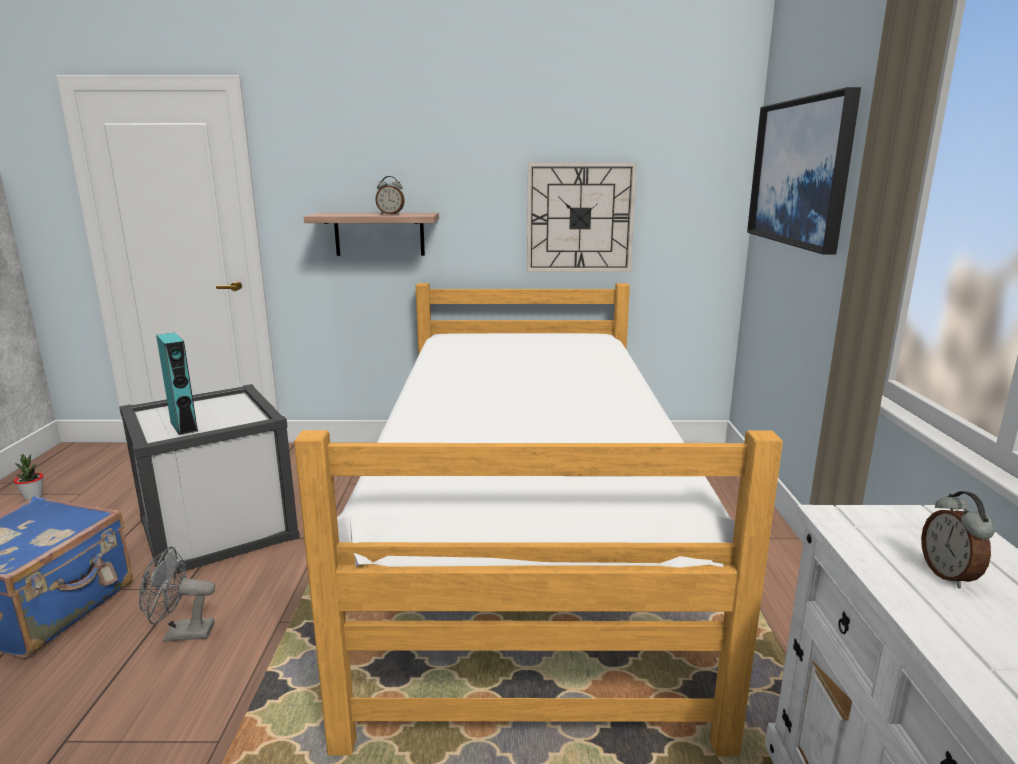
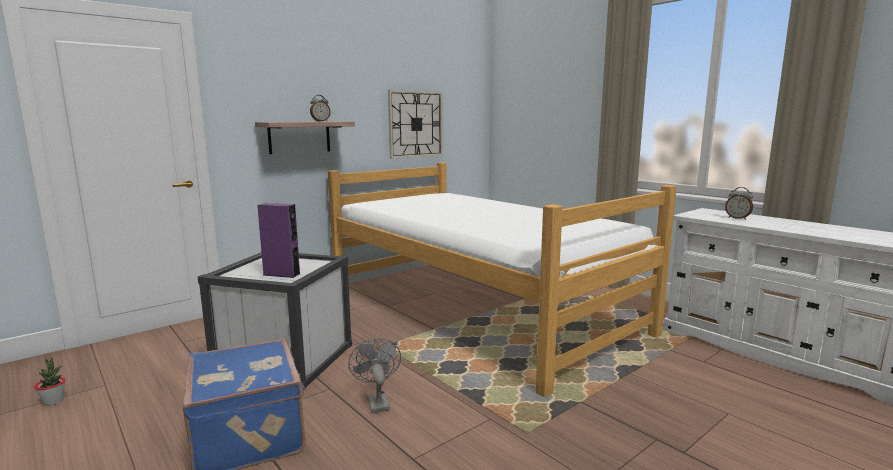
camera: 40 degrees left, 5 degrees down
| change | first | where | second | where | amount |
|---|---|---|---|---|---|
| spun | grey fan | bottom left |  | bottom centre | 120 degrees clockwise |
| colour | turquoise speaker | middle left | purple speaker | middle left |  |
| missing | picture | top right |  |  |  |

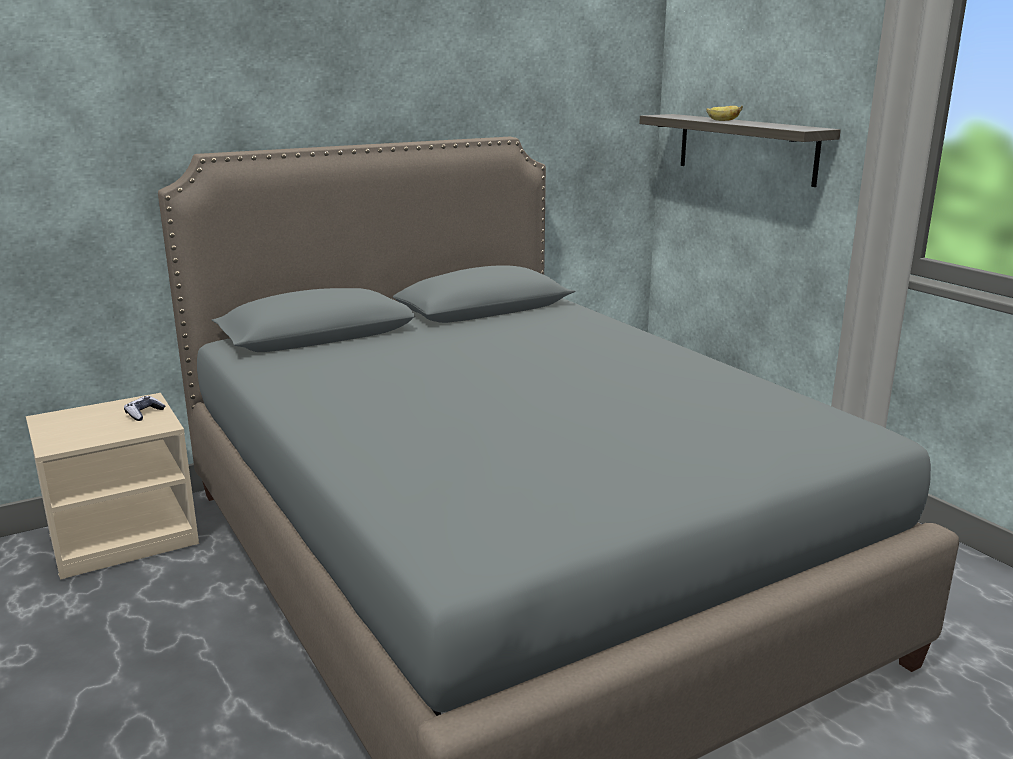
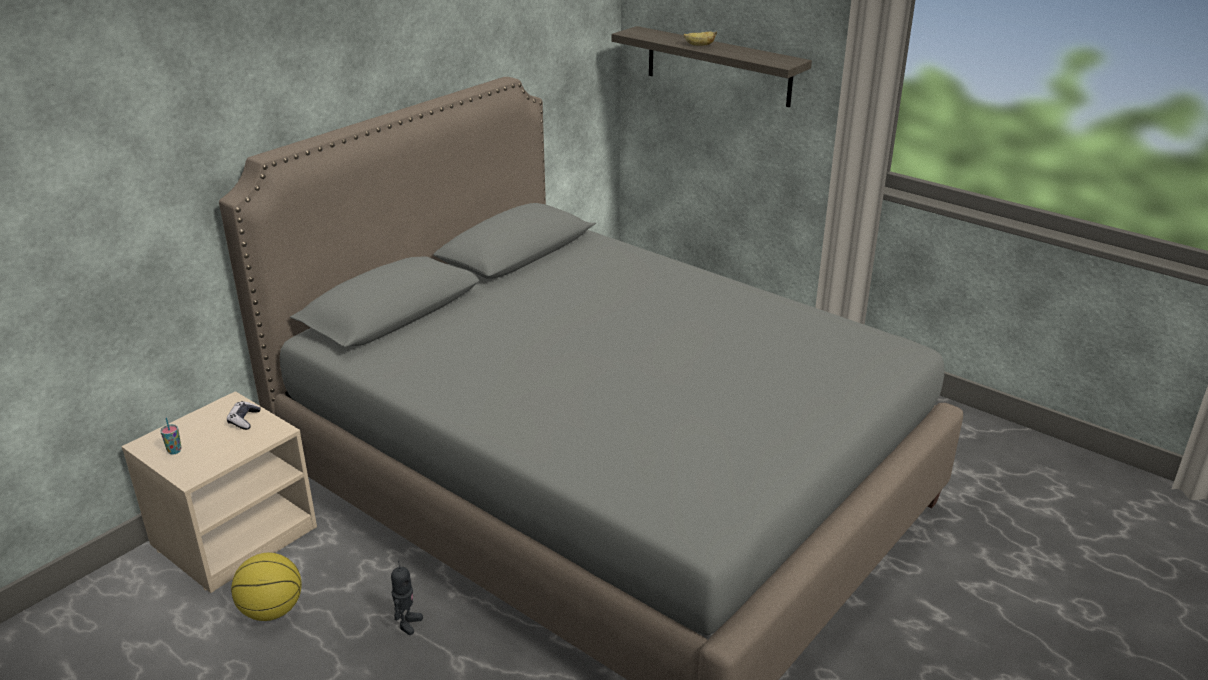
camera: 20 degrees left, 10 degrees up
| change | first | where | second | where | amount |
|---|---|---|---|---|---|
| appeared |  |  | cup | middle left |  |
| appeared |  |  | basketball | bottom left |  |
| appeared |  |  | toy robot | bottom centre |  |

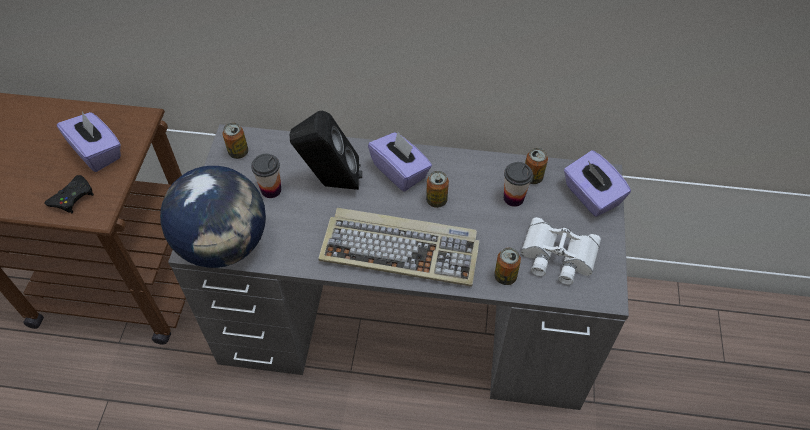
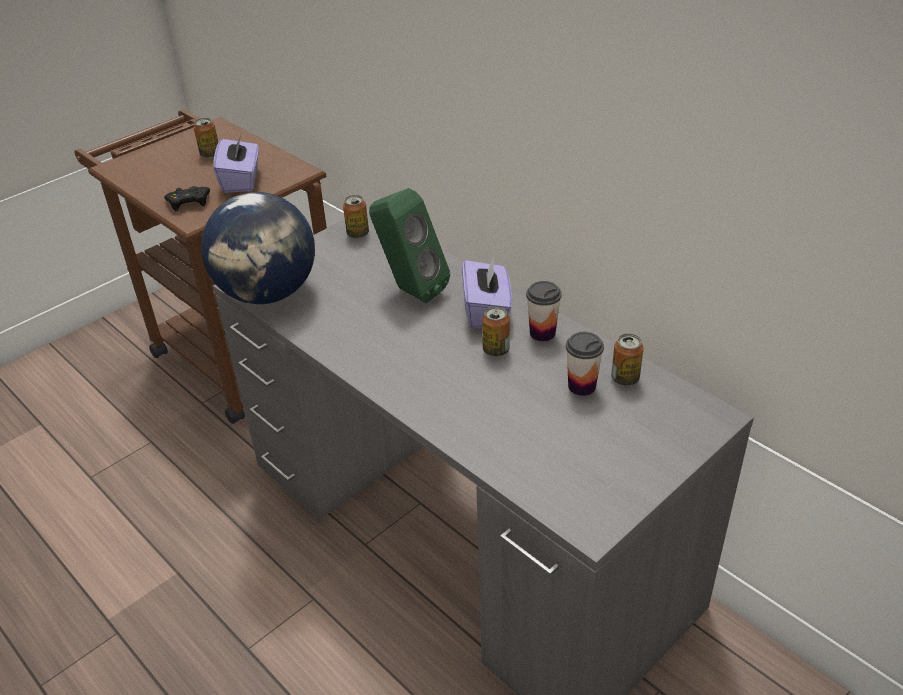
camera: 40 degrees right, 15 degrees down
| change | first | where | second | where | amount |
|---|---|---|---|---|---|
| relocated | cup (no. 1 from left) | middle left |  | centre |  |
| colour | black speaker | centre | green speaker | centre |  |
| missing | keyboard | centre |  |  |  |
| relocated | can (no. 3 from left in the first image) | centre | can (no. 1 from left) | top left |  |
| missing | white binoculars | middle right |  |  |  |
| missing | purple tissue box (no. 3 from left) | middle right |  |  |  |

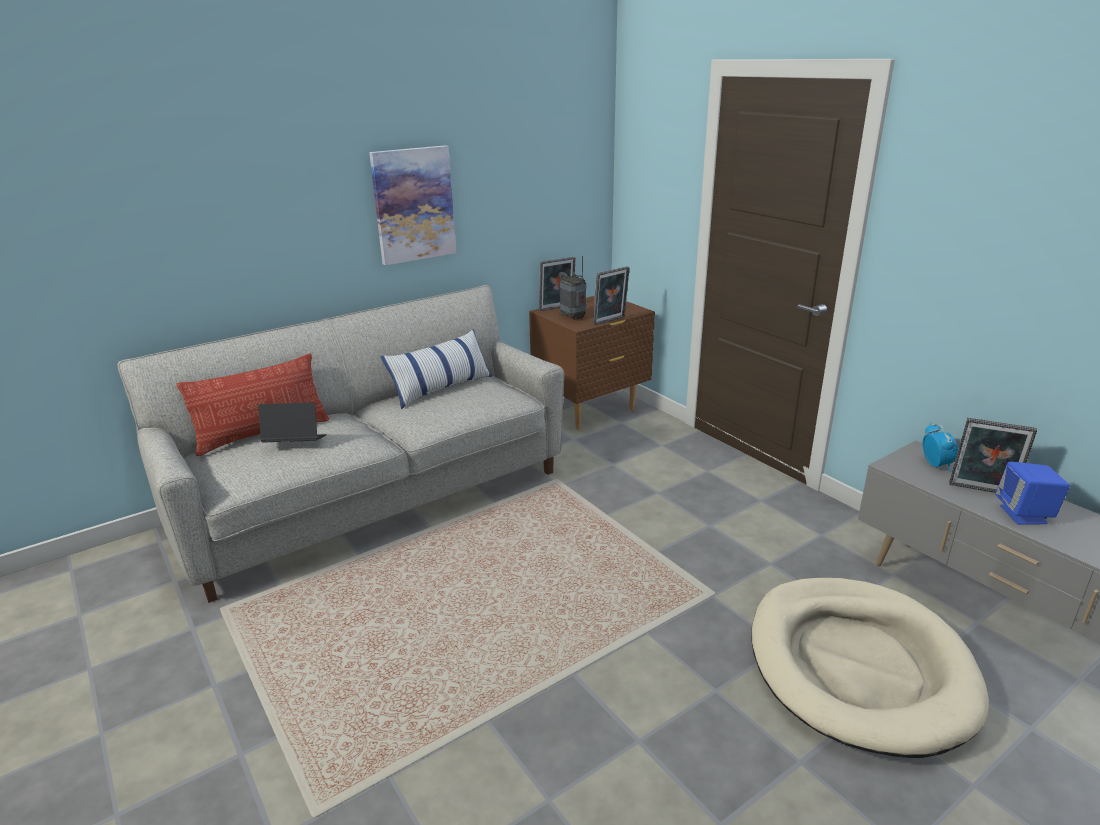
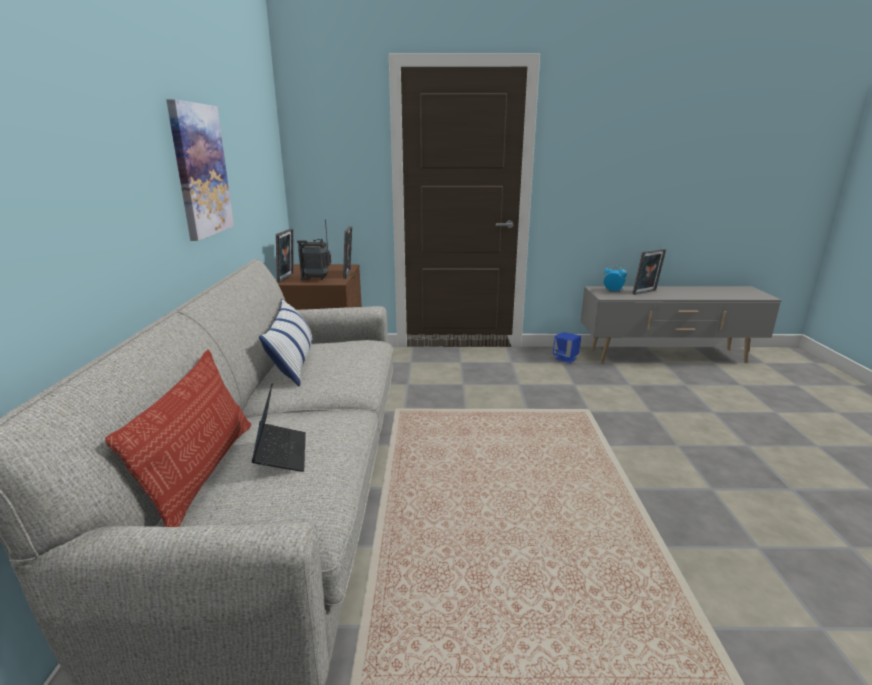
camera: 55 degrees left, 5 degrees down
| change | first | where | second | where | amount |
|---|---|---|---|---|---|
| spun | laptop | middle left |  | middle left | 135 degrees clockwise |
| missing | beige dog bed | bottom right |  |  |  |
| relocated | blue speaker | middle right |  | centre |  |

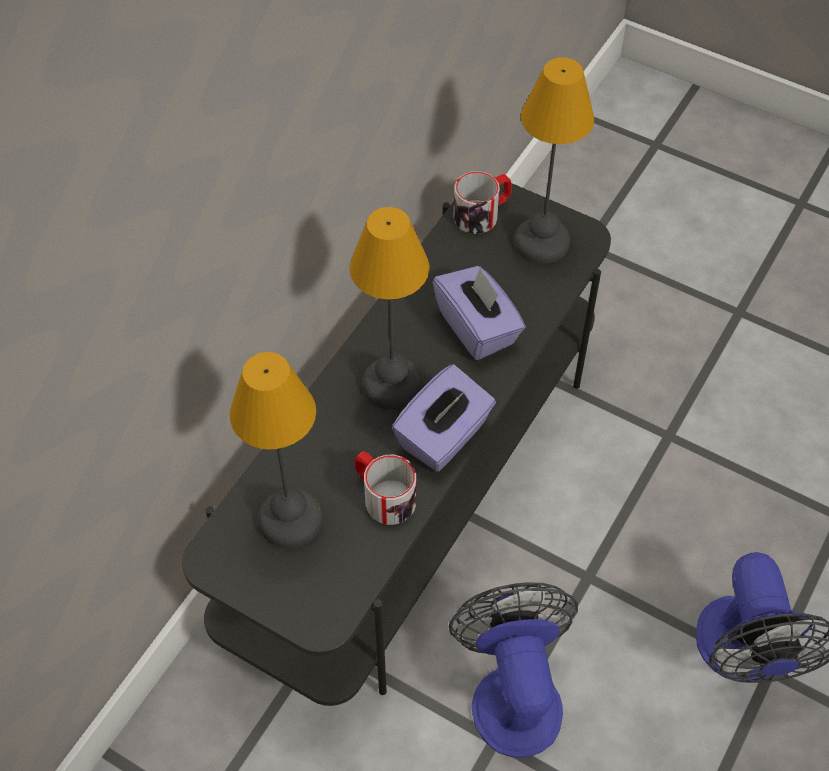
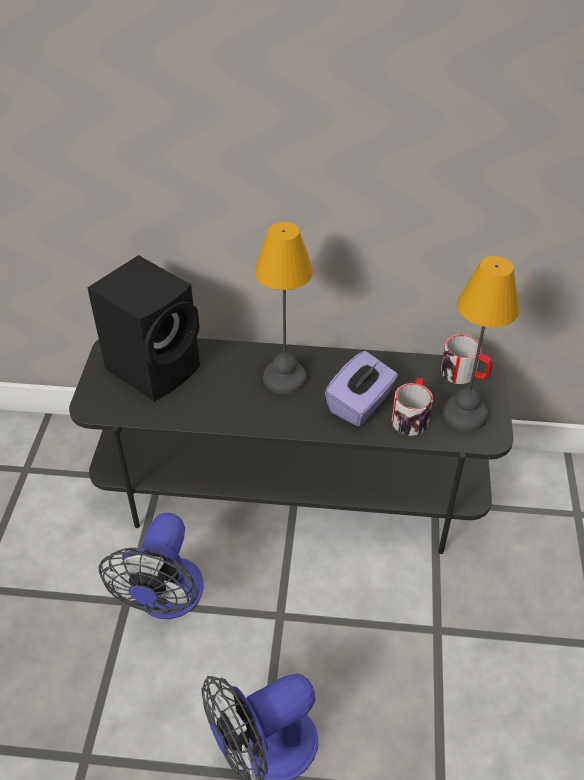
camera: 65 degrees right, 10 degrees down
| change | first | where | second | where | amount |
|---|---|---|---|---|---|
| exchanged | table lamp (no. 1 from left) | middle left | black speaker | middle left |  |
| relocated | mug (no. 1 from left) | centre |  | middle right |  |
| missing | purple tissue box (no. 1 from left) | centre |  |  |  |
| spun | fan (no. 1 from left) | bottom centre |  | bottom left | 135 degrees clockwise |

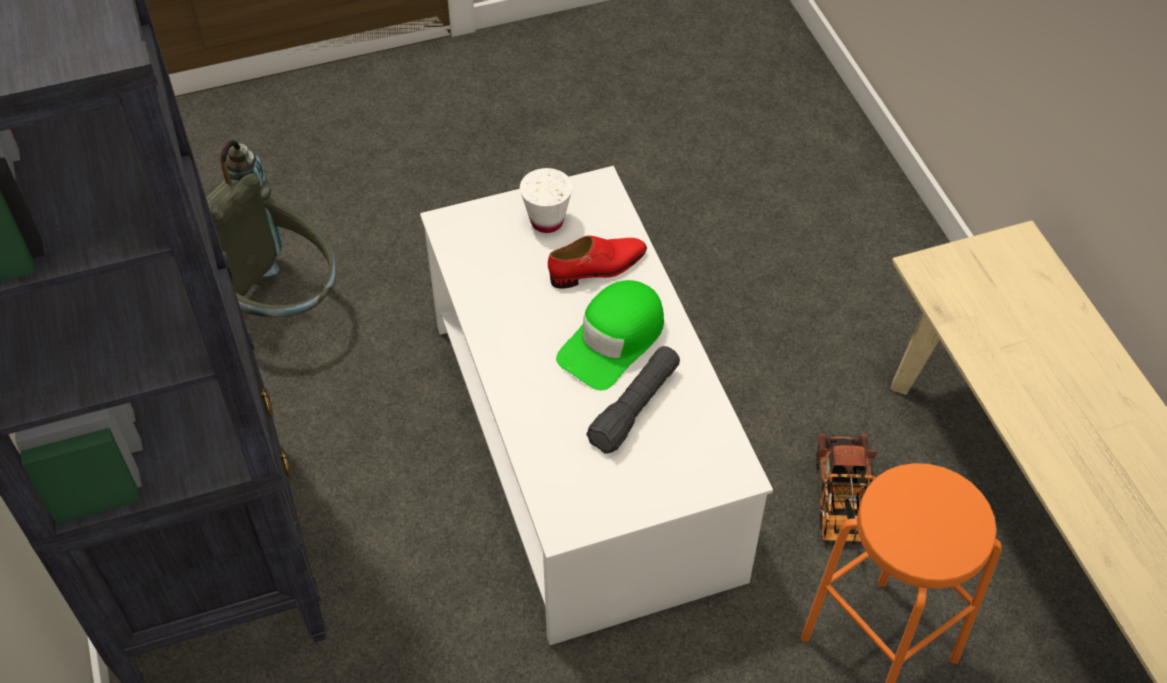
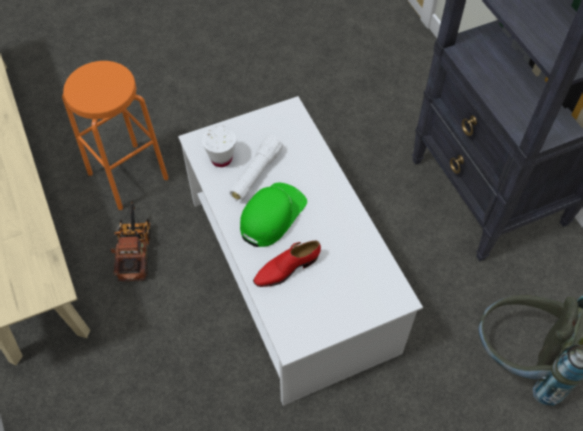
camera: 175 degrees right, 5 degrees up
| change | first | where | second | where | amount |
|---|---|---|---|---|---|
| relocated | white cup | top centre |  | centre |  |
| colour | black flashlight | centre | white flashlight | centre |  |

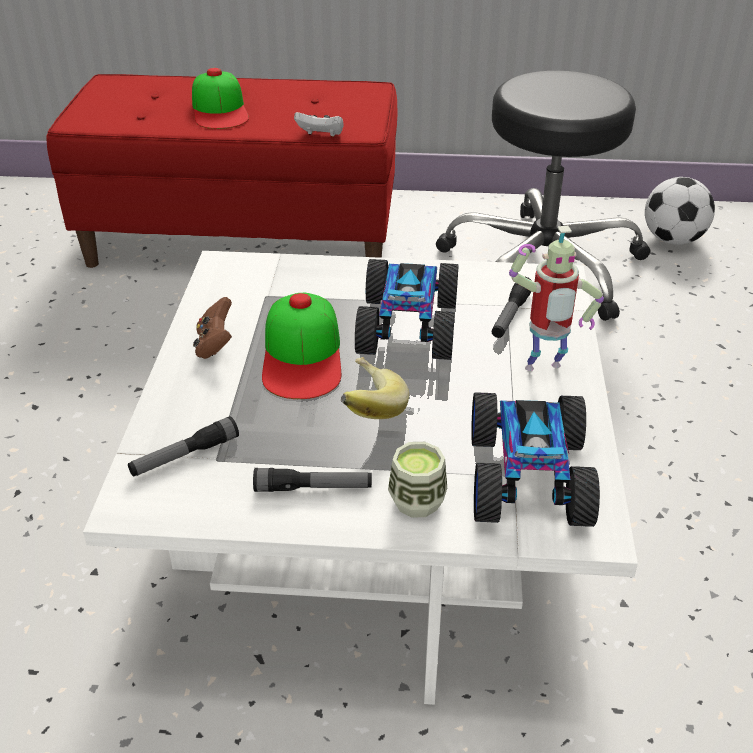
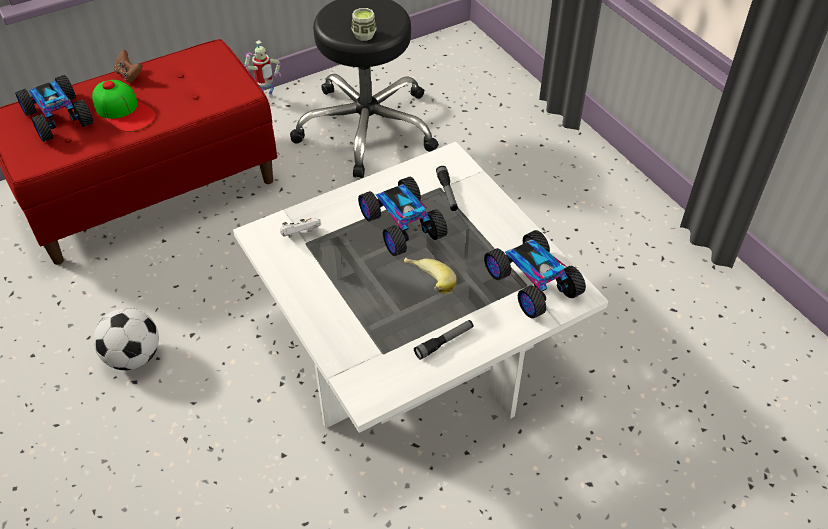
camera: 35 degrees left, 10 degrees up
| change | first | where | second | where | amount |
|---|---|---|---|---|---|
| missing | flashlight (no. 1 from left) | middle left |  |  |  |
| relocated | brown game controller | middle left |  | top left |  |
| missing | cap (no. 2 from left) | centre |  |  |  |
| relocated | white game controller | top centre |  | centre |  |
| relocated | cup | centre |  | top centre |  |
| relocated | toy robot | middle right |  | top left |  |
| relocated | football | top right |  | middle left |  |
| appeared |  |  | toy car (no. 1 from left) | top left |  |

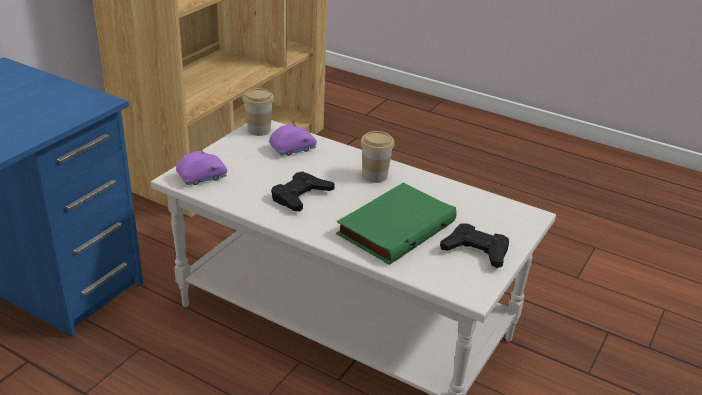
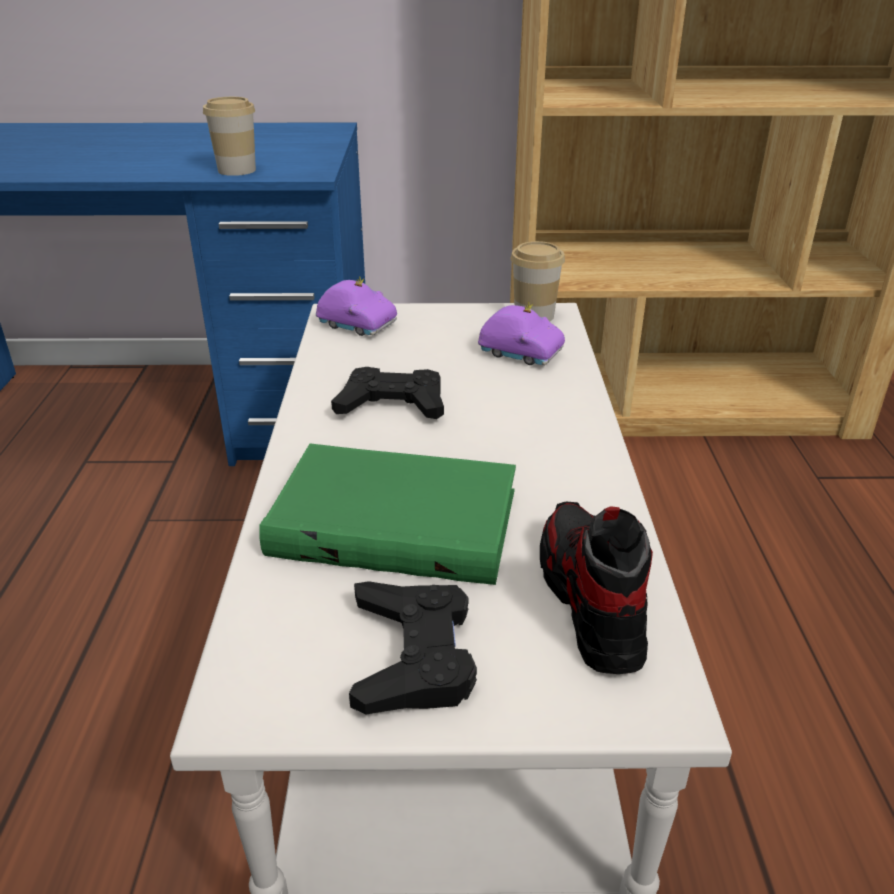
camera: 60 degrees right, 0 degrees up
| change | first | where | second | where | amount |
|---|---|---|---|---|---|
| relocated | cup (no. 2 from left in the first image) | centre | cup (no. 1 from left) | top left |  |
| appeared |  |  | shoe | middle right |  |

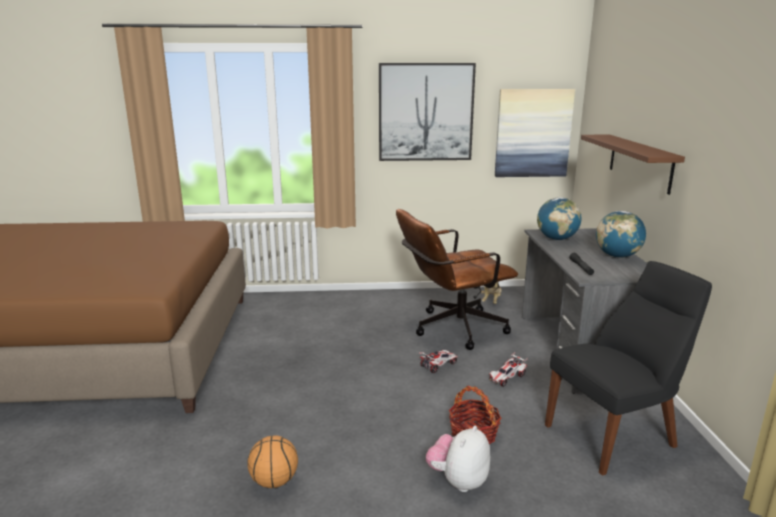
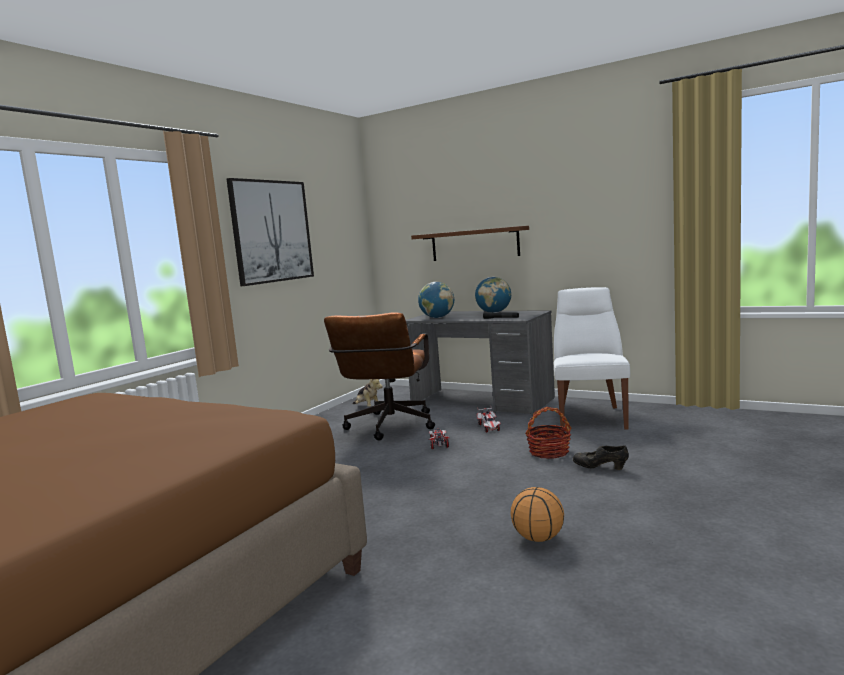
camera: 55 degrees left, 10 degrees down
| change | first | where | second | where | amount |
|---|---|---|---|---|---|
| exchanged | plush toy (no. 1 from left) | bottom centre | black shoe | bottom right |  |
| missing | picture (no. 2 from left) | top right |  |  |  |
| colour | black chair | bottom right | white chair | middle right |  |

